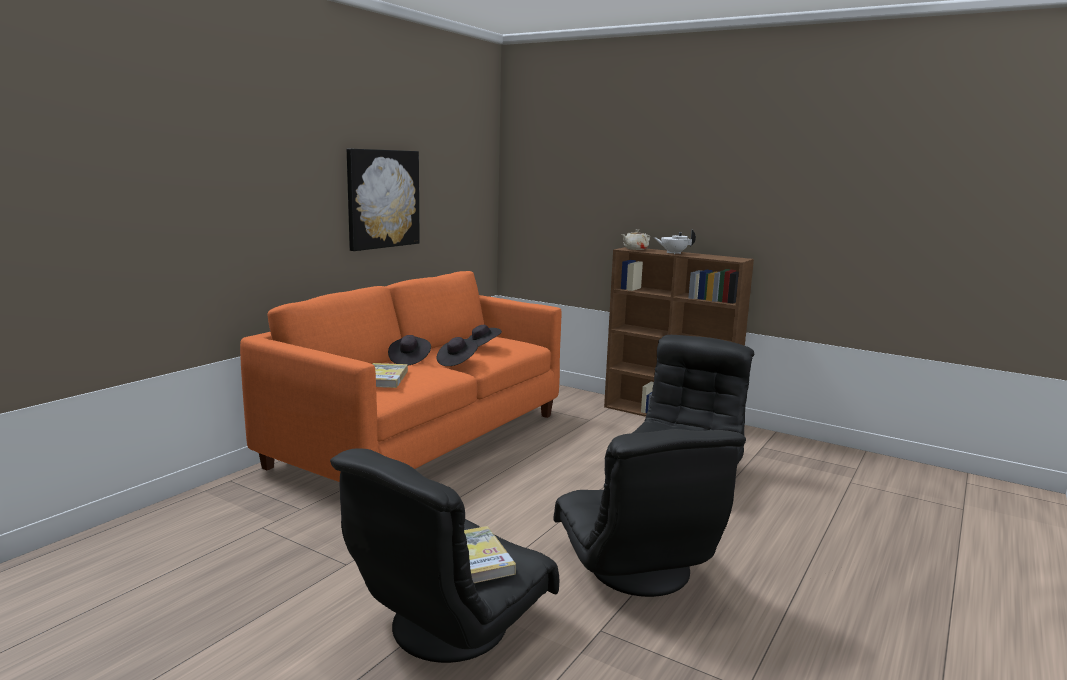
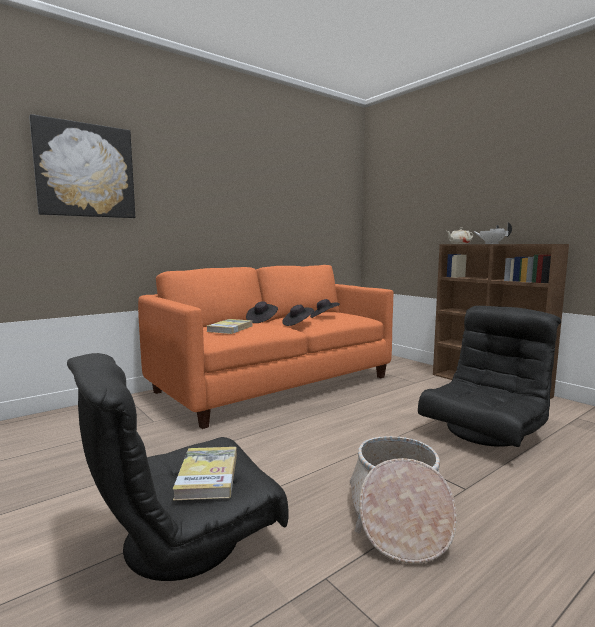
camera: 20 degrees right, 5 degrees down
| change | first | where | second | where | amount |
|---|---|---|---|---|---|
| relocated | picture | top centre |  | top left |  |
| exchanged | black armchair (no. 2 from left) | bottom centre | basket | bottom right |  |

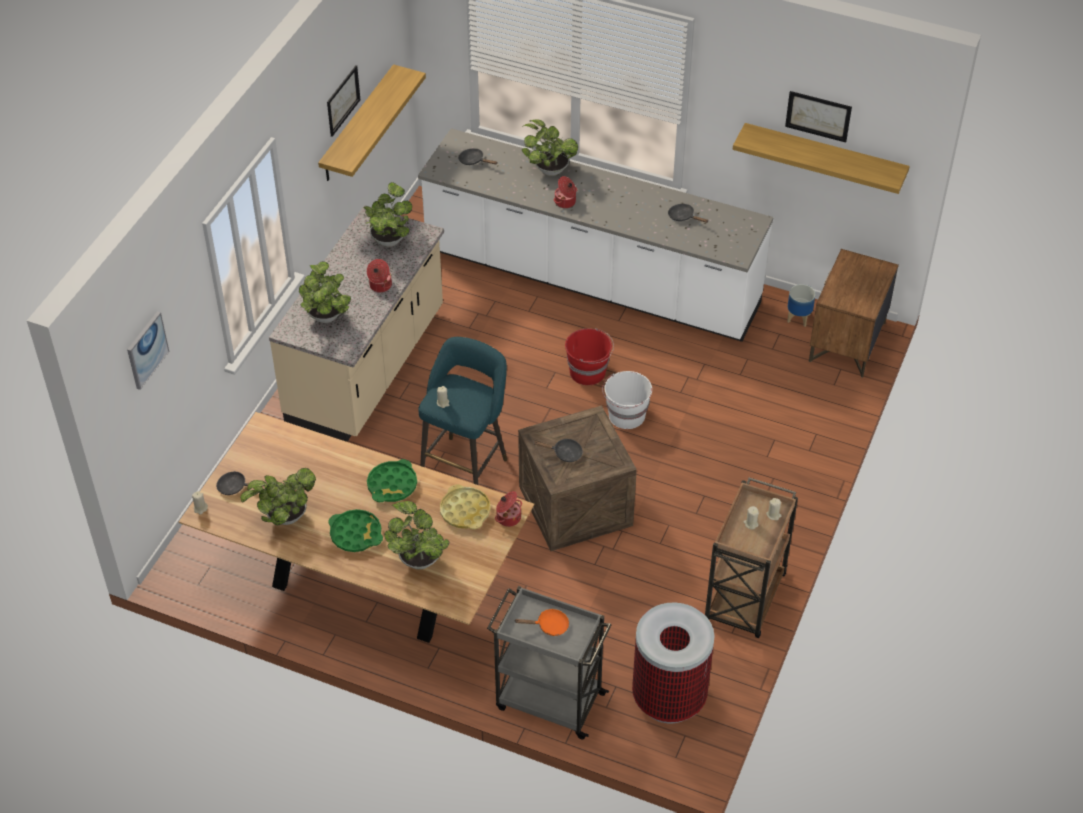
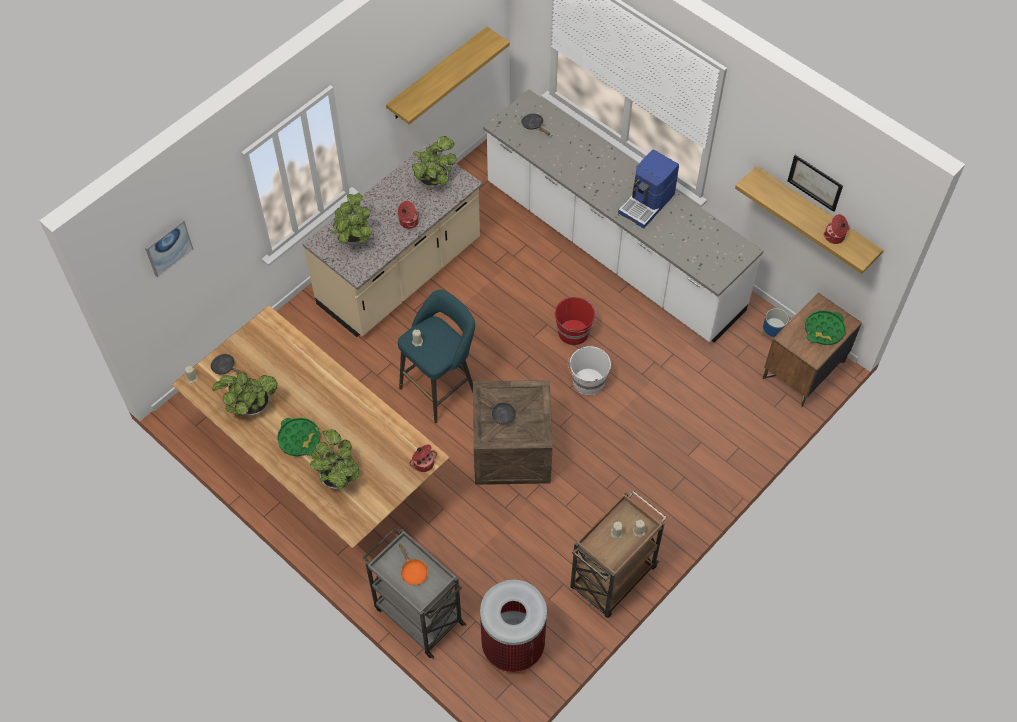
camera: 20 degrees right, 10 degrees up
| change | first | where | second | where | amount |
|---|---|---|---|---|---|
| missing | picture (no. 2 from left) | top left |  |  |  |
| relocated | green tray (no. 2 from left) | centre |  | middle right |  |
| missing | yellow tray | centre |  |  |  |
| spun | orange frying pan | bottom centre |  | bottom centre | 45 degrees clockwise |
| missing | potted plant (no. 5 from left) | top centre |  |  |  |
| relocated | cooking pot (no. 3 from left) | top centre |  | top right |  |
| missing | black frying pan (no. 4 from left) | top centre |  |  |  |
| appeared |  |  | coffee machine | top centre |  |

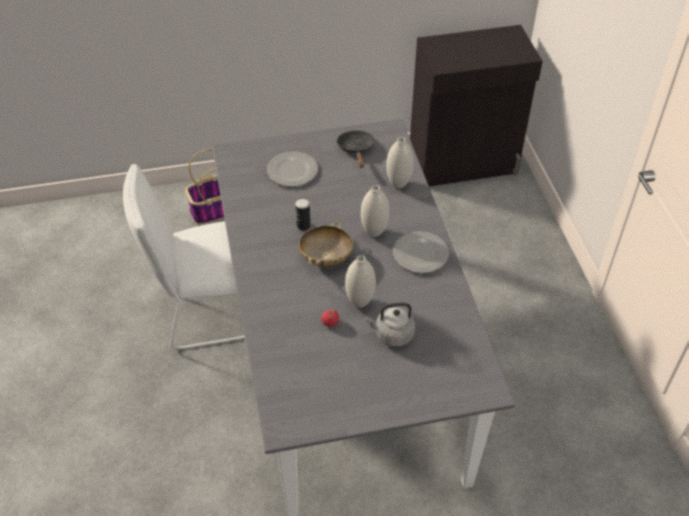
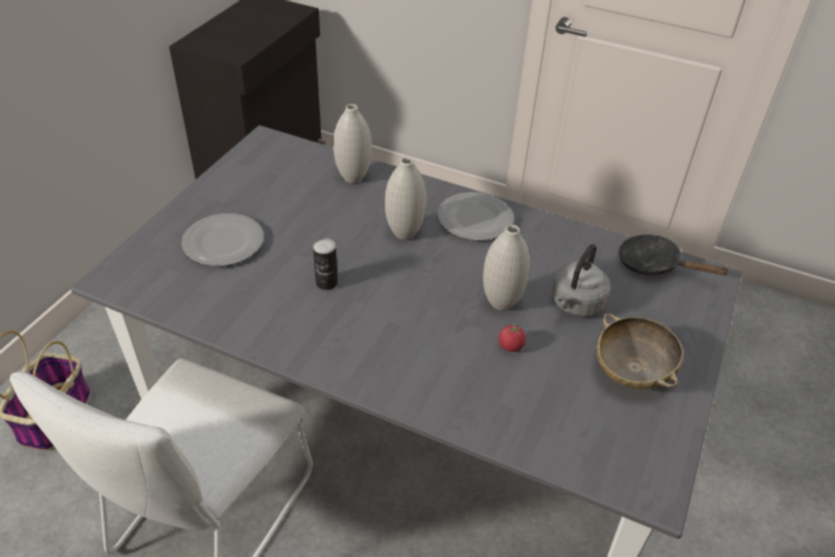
camera: 55 degrees left, 5 degrees down
| change | first | where | second | where | amount |
|---|---|---|---|---|---|
| relocated | beige bowl | centre |  | middle right |  |
| relocated | black frying pan | top centre |  | middle right |  |

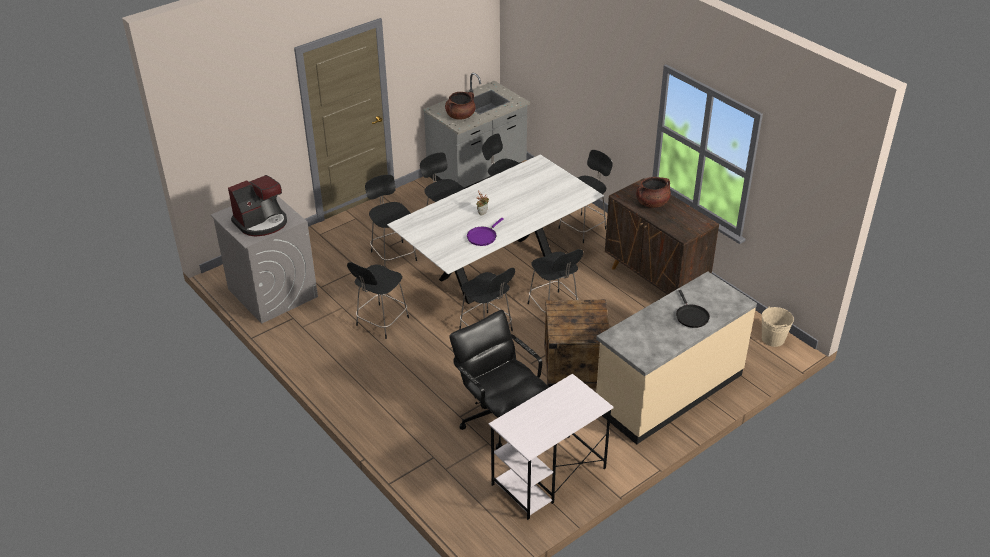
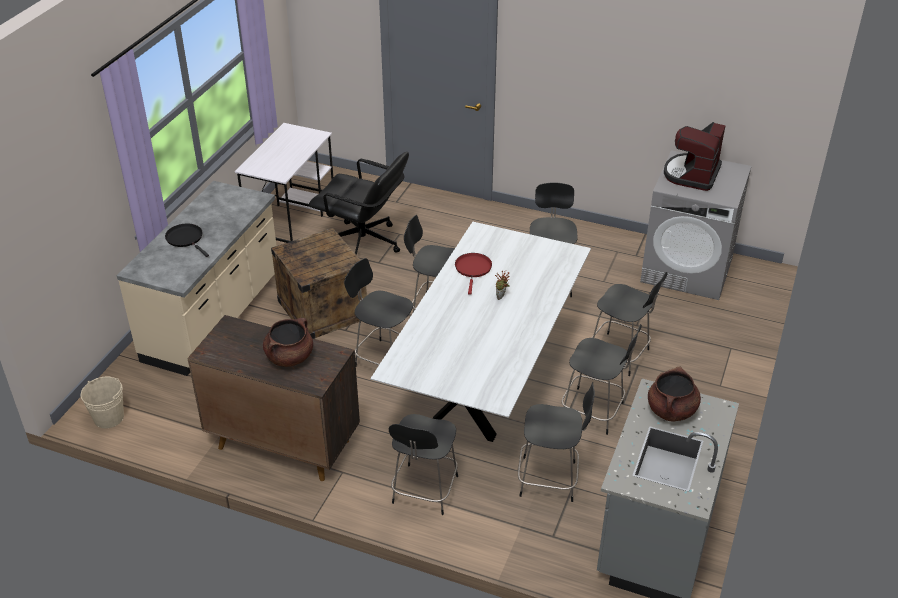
camera: 150 degrees right, 0 degrees up
| change | first | where | second | where | amount |
|---|---|---|---|---|---|
| colour | purple frying pan | centre | red frying pan | centre |  |

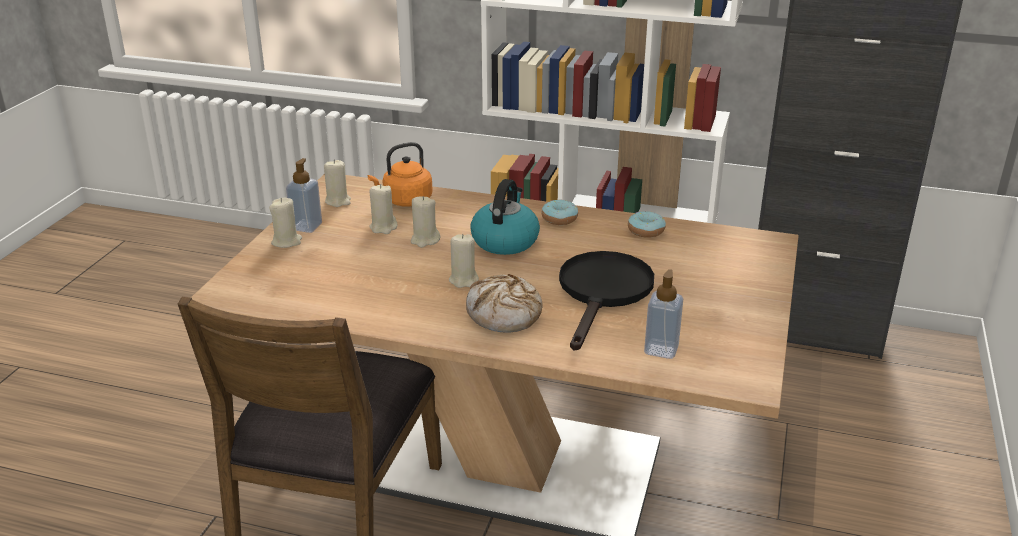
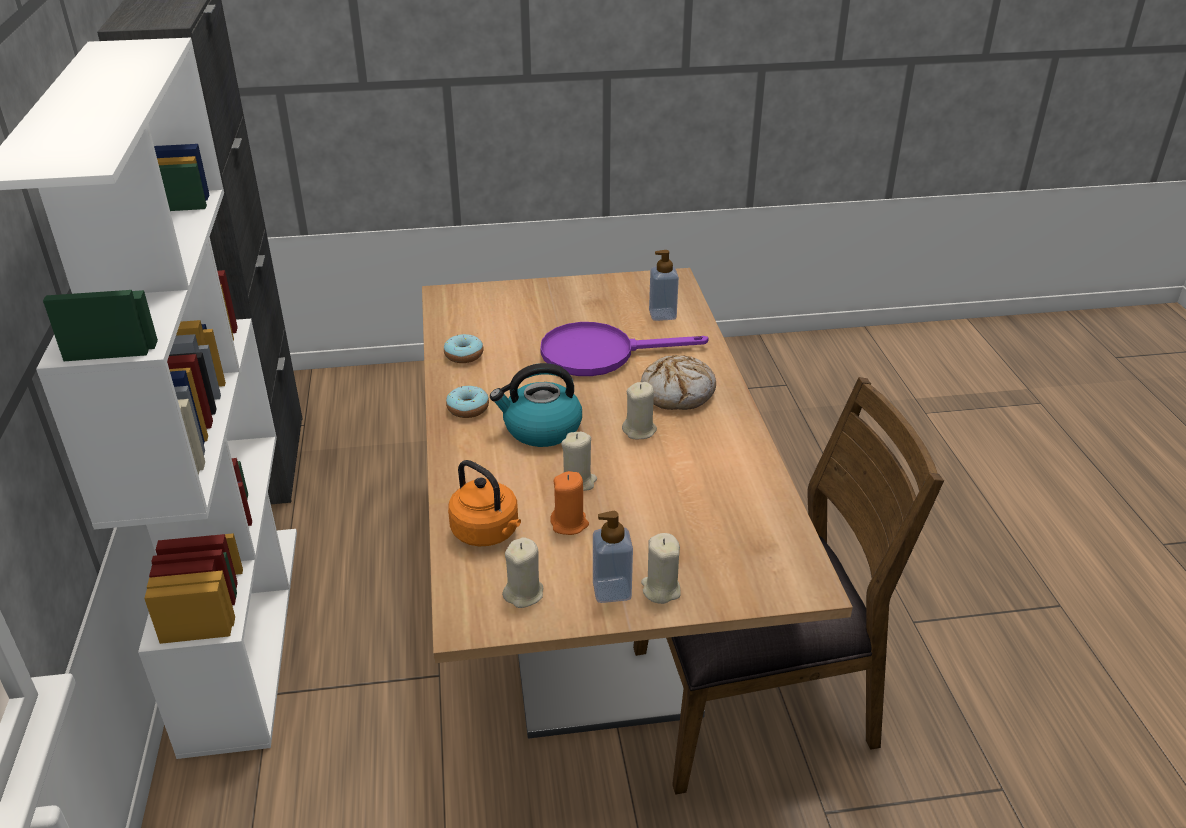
camera: 115 degrees left, 5 degrees up
| change | first | where | second | where | amount |
|---|---|---|---|---|---|
| colour | beige candle (no. 3 from left) | centre | orange candle | centre |  |
| colour | black frying pan | centre | purple frying pan | centre |  |

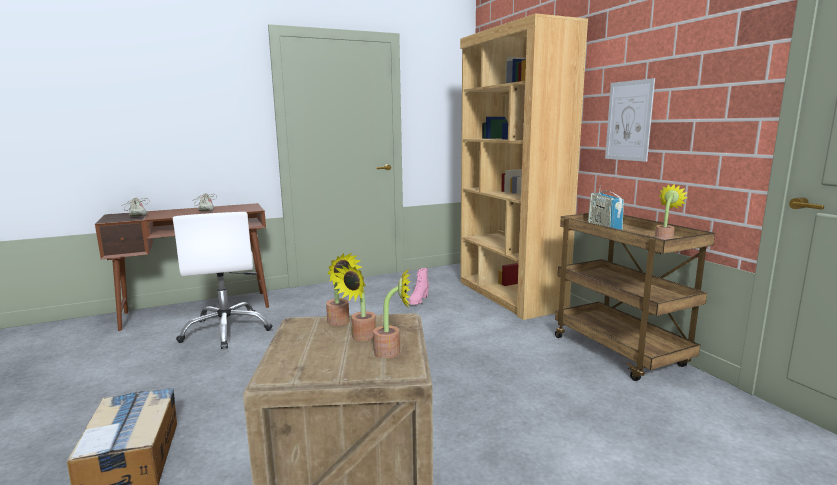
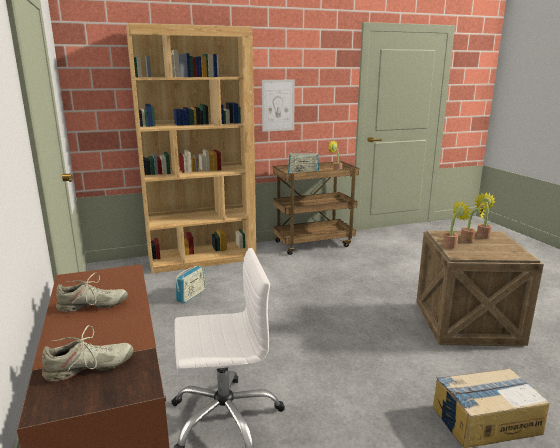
camera: 85 degrees left, 5 degrees up
| change | first | where | second | where | amount |
|---|---|---|---|---|---|
| exchanged | pink boot | centre | radio (no. 1 from left) | centre |  |

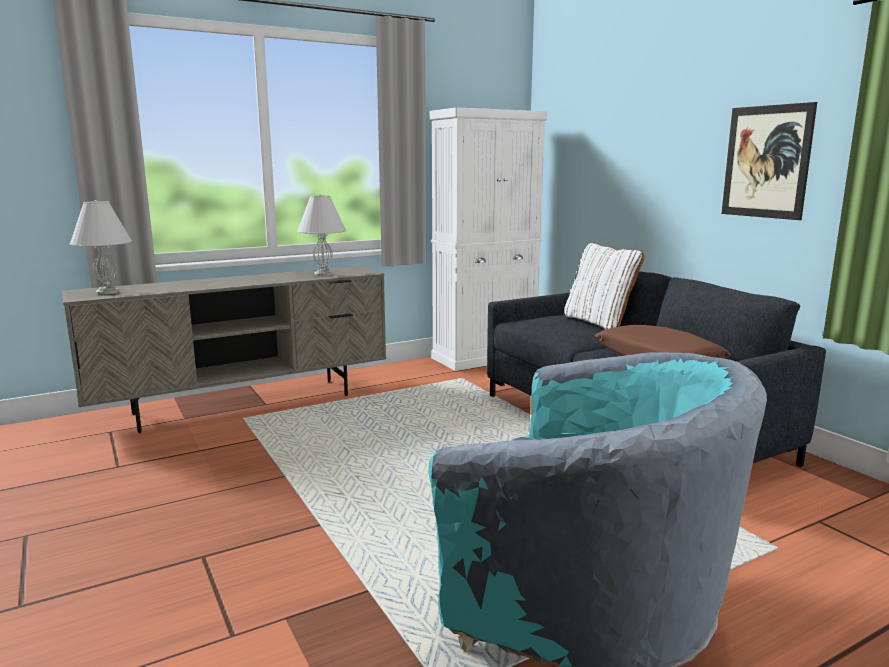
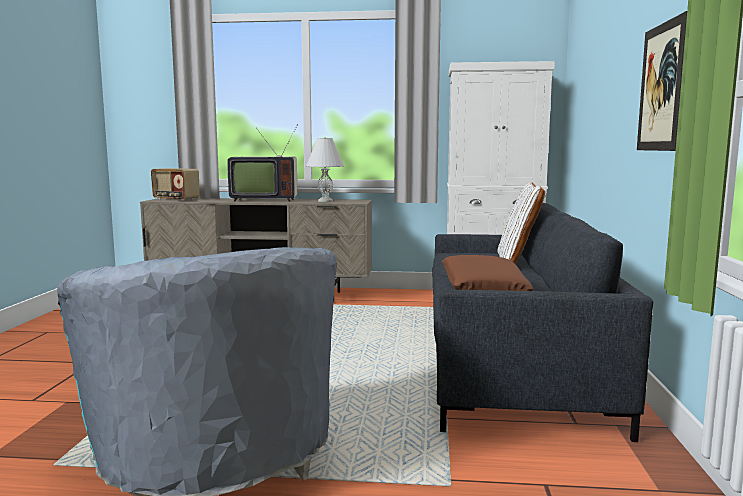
camera: 35 degrees right, 5 degrees down
| change | first | where | second | where | amount |
|---|---|---|---|---|---|
| exchanged | white table lamp (no. 1 from left) | middle left | radio | middle left |  |
| appeared |  |  | television | top centre |  |

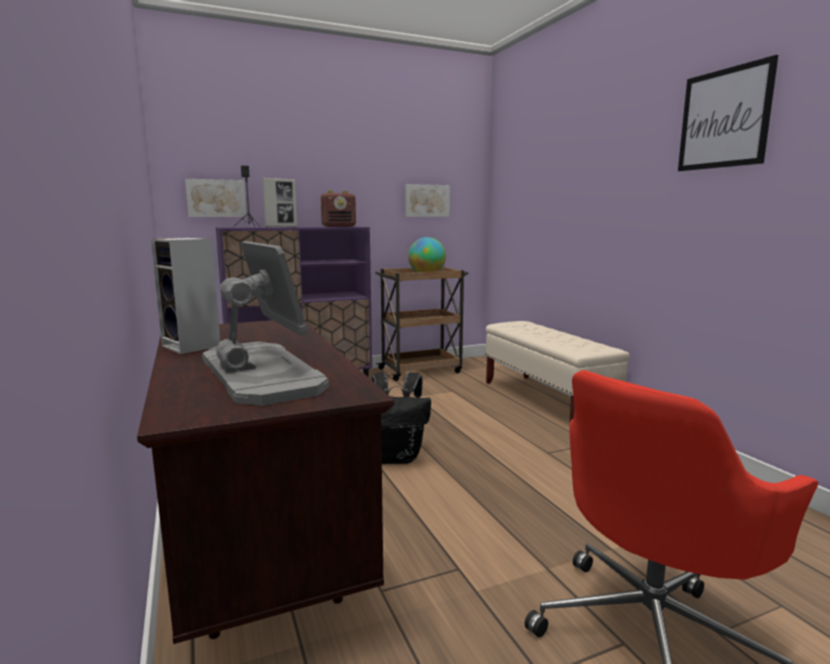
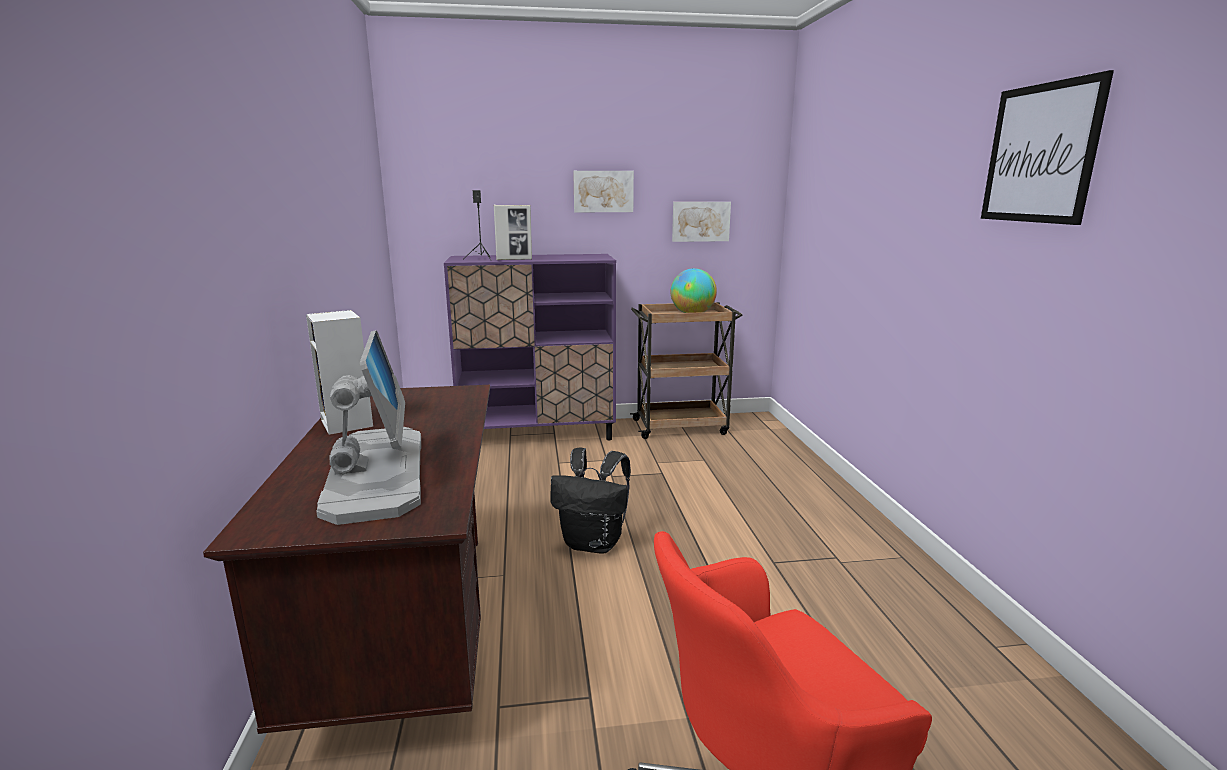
camera: 15 degrees right, 5 degrees up
| change | first | where | second | where | amount |
|---|---|---|---|---|---|
| relocated | picture (no. 1 from left) | top left |  | top centre |  |
| missing | radio | top centre |  |  |  |
| missing | beige bench | middle right |  |  |  |

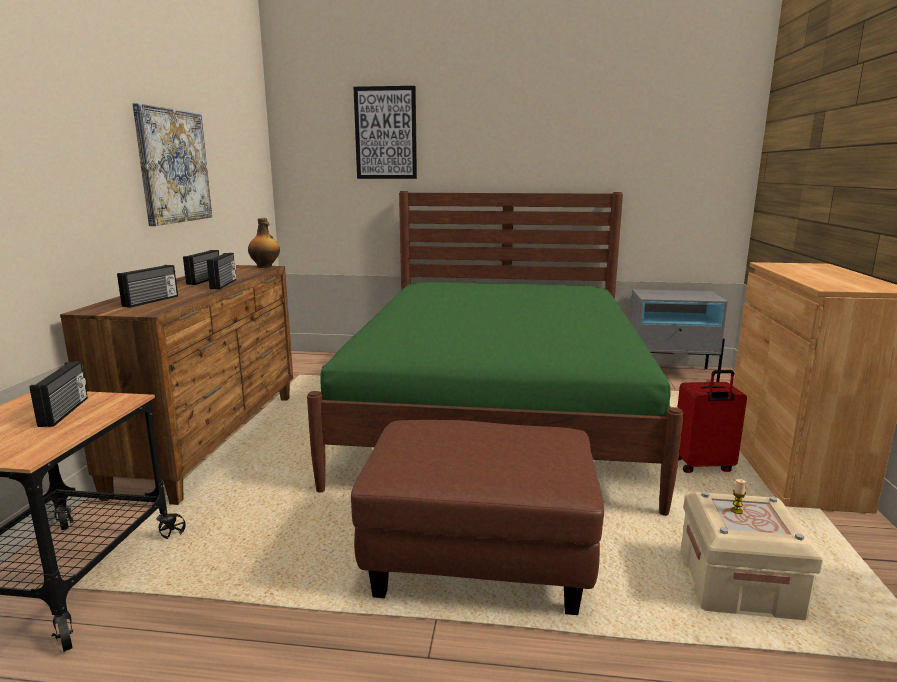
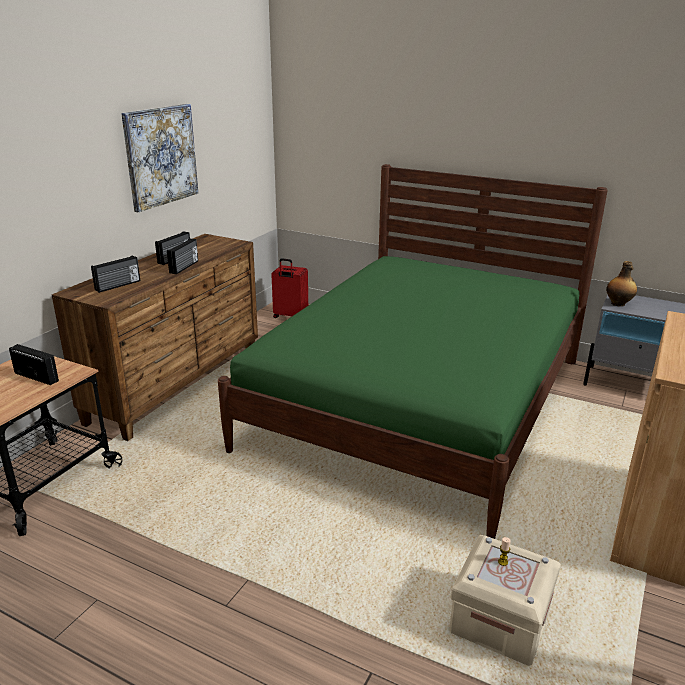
camera: 20 degrees right, 10 degrees up
| change | first | where | second | where | amount |
|---|---|---|---|---|---|
| spun | radio (no. 1 from left) | middle left |  | middle left | 75 degrees counterclockwise |
| relocated | bottle | middle left |  | middle right |  |
| missing | brown ottoman | bottom centre |  |  |  |
| missing | picture (no. 2 from left) | top centre |  |  |  |
| relocated | red suitcase | middle right |  | centre |  |

